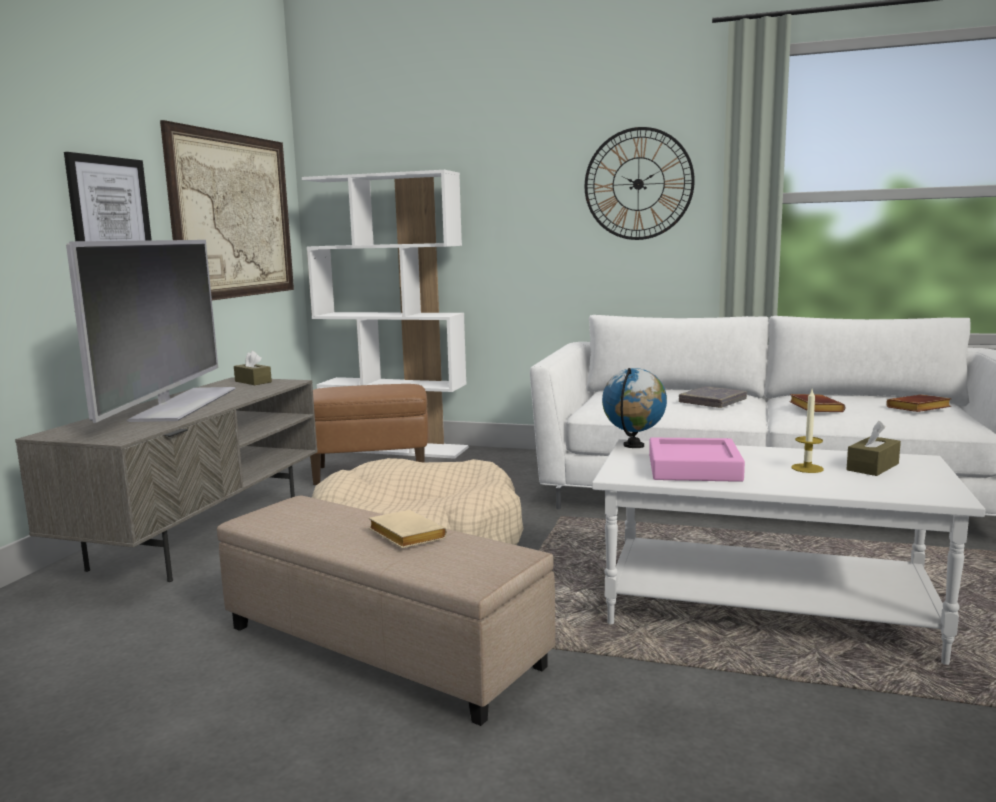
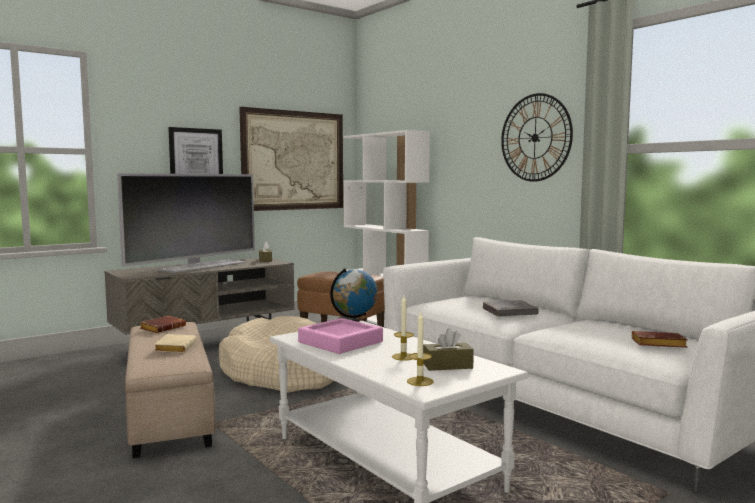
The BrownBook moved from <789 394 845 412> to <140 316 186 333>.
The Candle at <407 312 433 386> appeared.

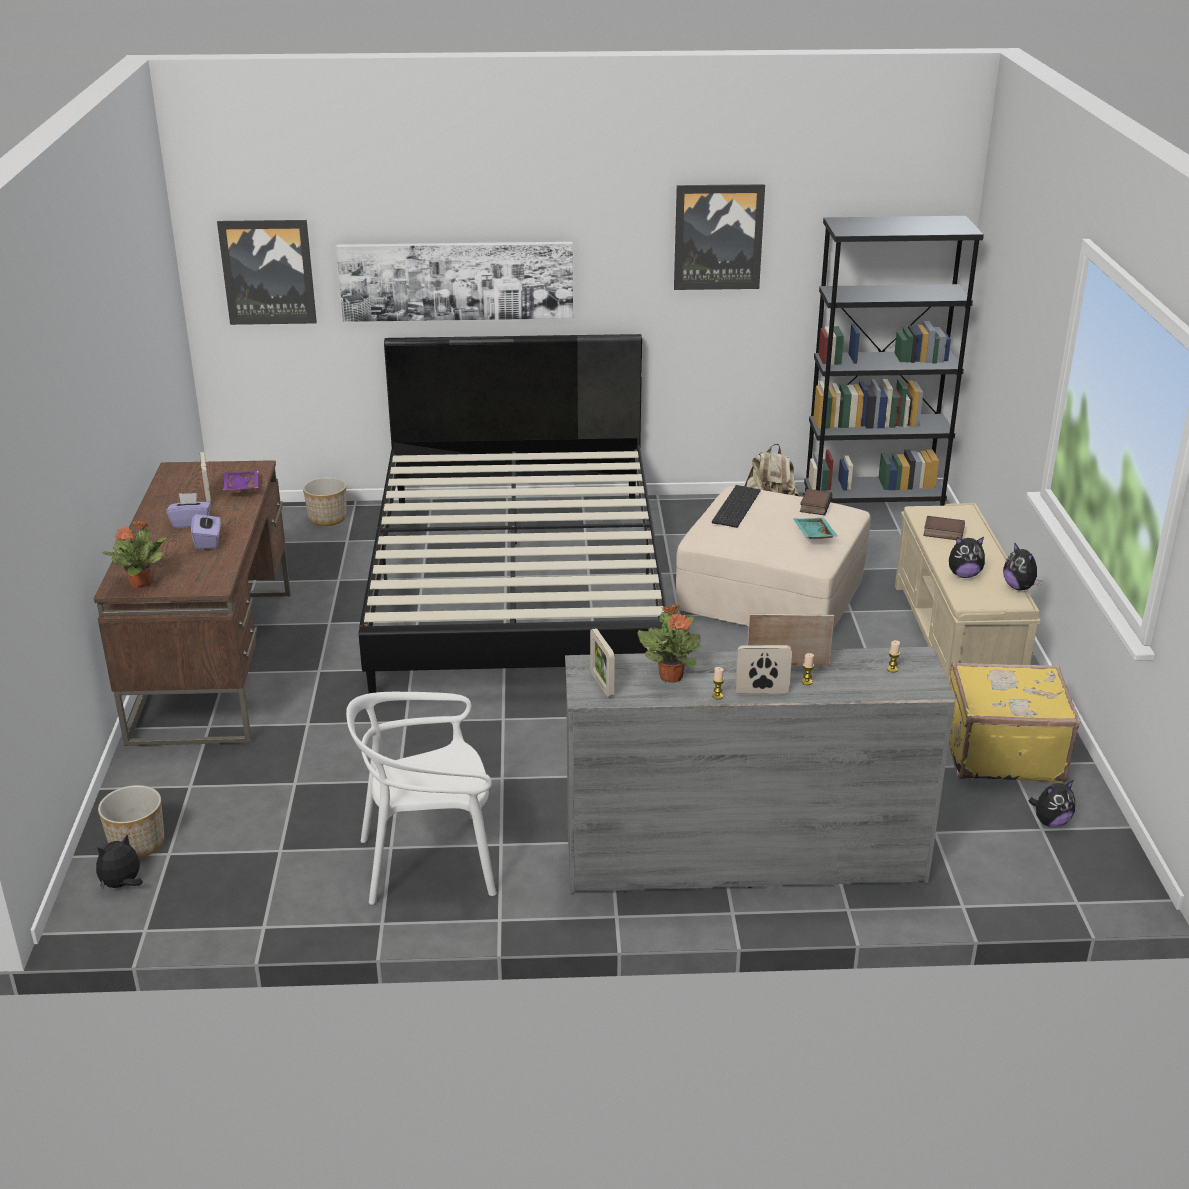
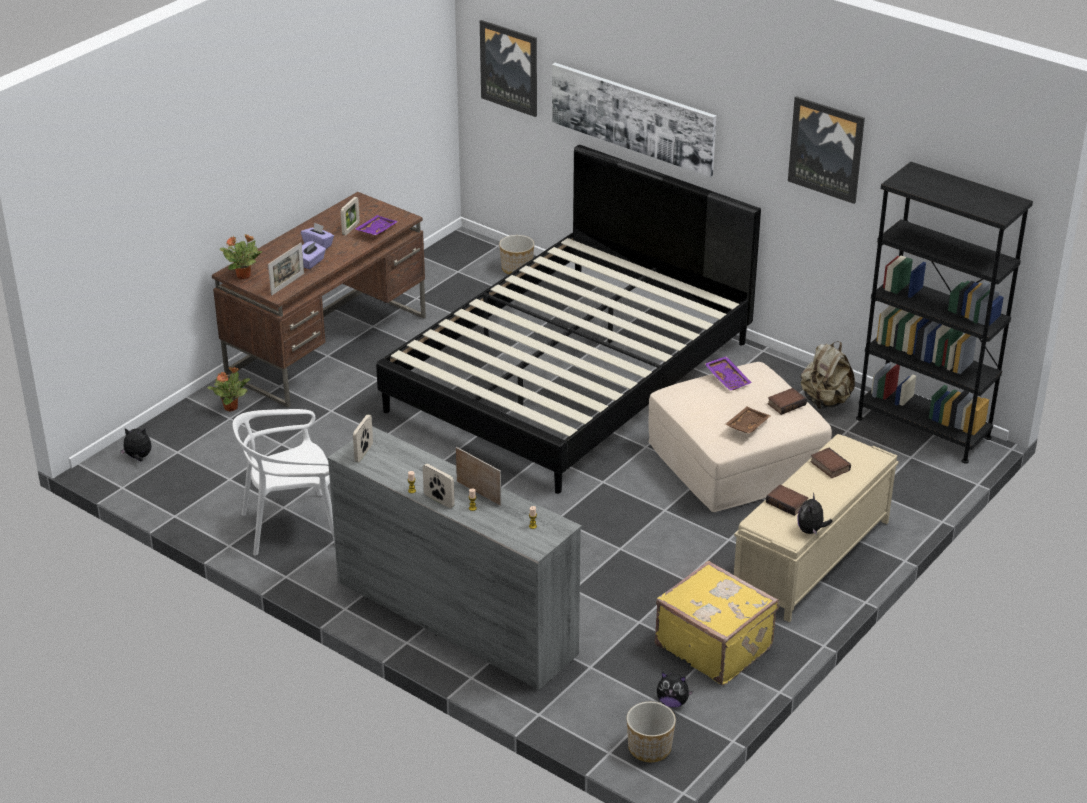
The Keyboard at <712 485 761 528> was replaced by the PurpleTray at <705 356 752 391>.
The TurquoiseTray at <793 518 838 539> became the BrownTray at <725 407 770 434>.
The PlushToy at <949 537 985 578> was replaced by the Book at <766 485 808 516>.
The PottedPlant moved from <638 605 701 683> to <207 367 250 412>.
The WhiteChair at <346 692 497 905> turned 45 degrees counterclockwise.
The Planter moved from <98 785 164 859> to <627 702 676 762>.
The PictureFrame at <268 243 304 296> appeared.

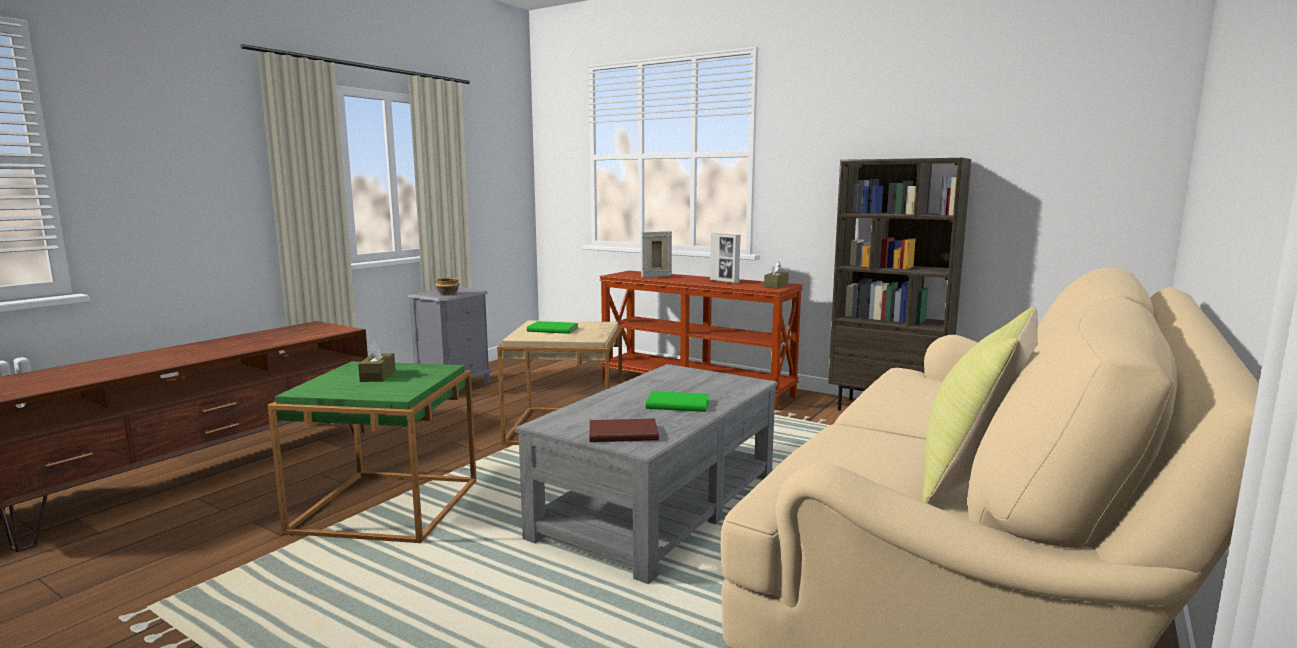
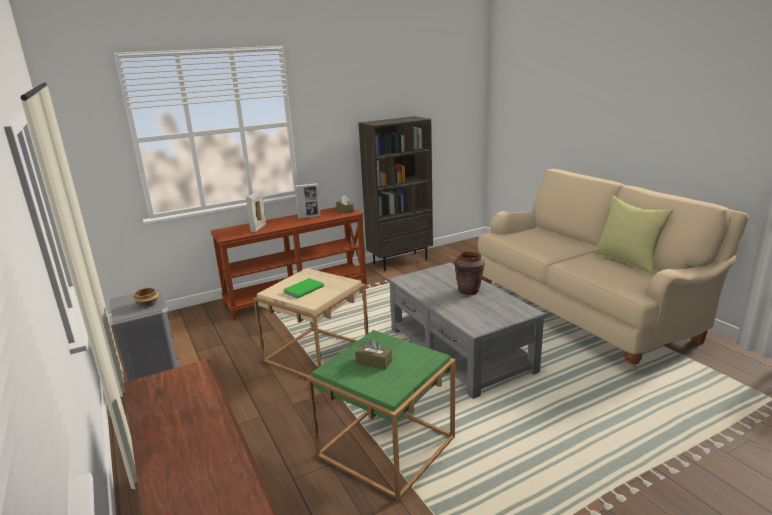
The GreenBook at <646 391 709 412> was replaced by the BrownVase at <455 251 485 295>.
The BrownBook at <590 418 659 442> disappeared.

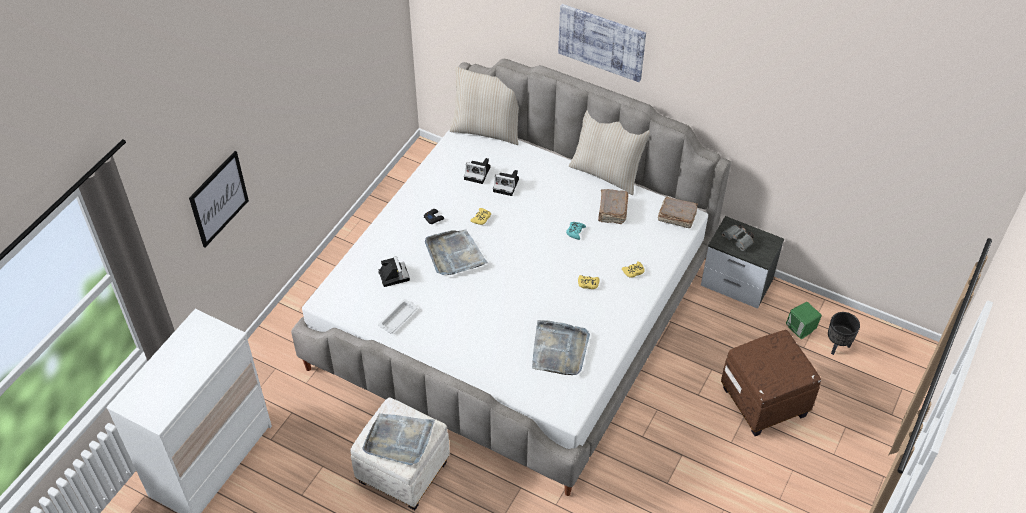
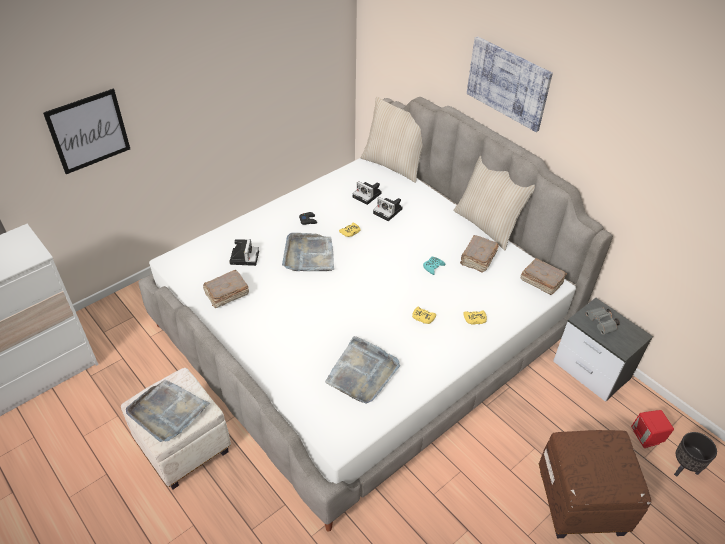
The WhiteTray at <378 299 418 334> was replaced by the BrownBook at <203 270 249 308>.
The GreenSpeaker at <786 302 822 339> became the RedSpeaker at <631 410 674 448>.

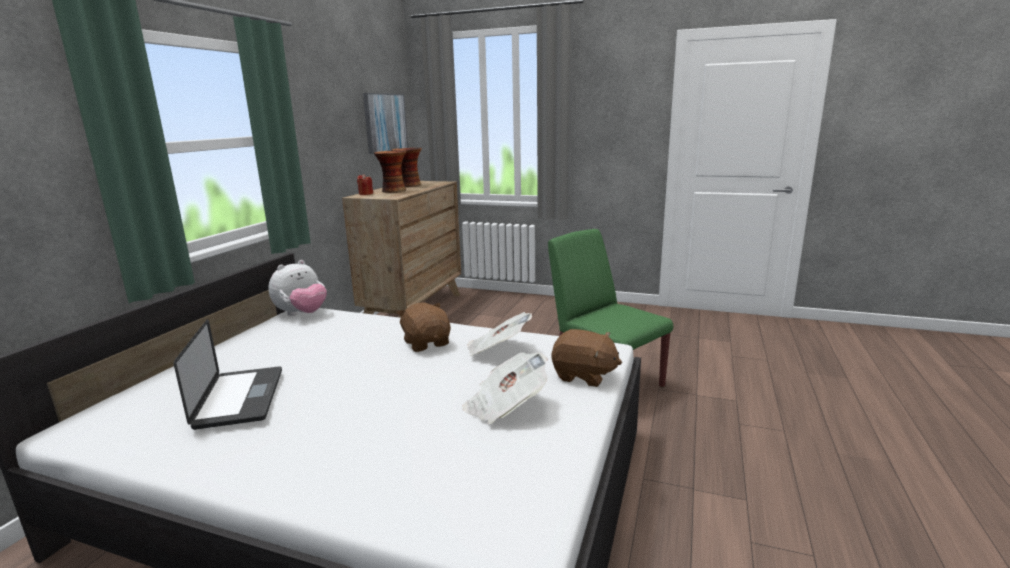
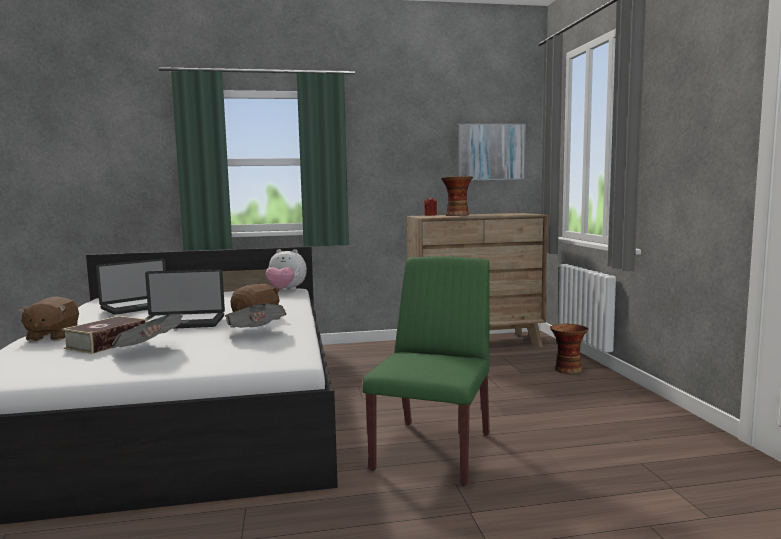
The Vase moved from <392 148 422 187> to <550 324 588 374>.
The BrownPlushToy moved from <552 329 622 387> to <18 297 79 341>.
The Laptop at <145 269 225 329> appeared.
The Book at <62 316 147 354> appeared.

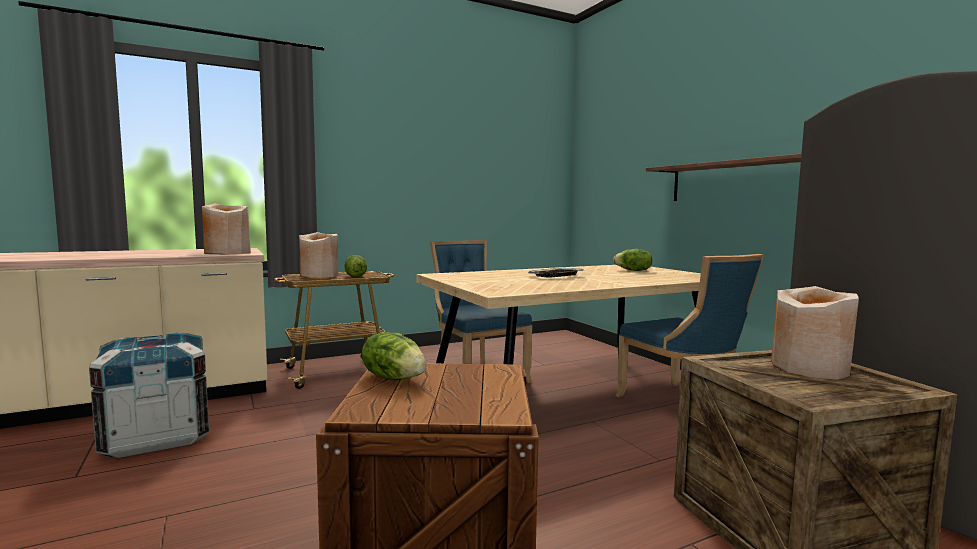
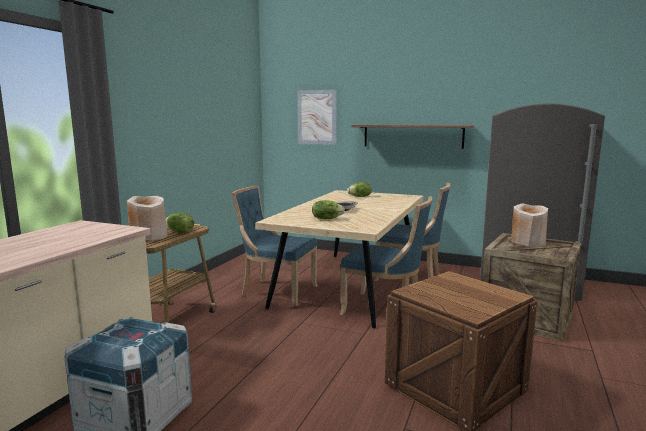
The BeigeVase at <202 203 251 254> disappeared.
The Lettuce moved from <362 332 427 380> to <312 200 345 219>.
The Picture at <297 90 337 145> appeared.
The BlueChair at <339 196 432 315> appeared.

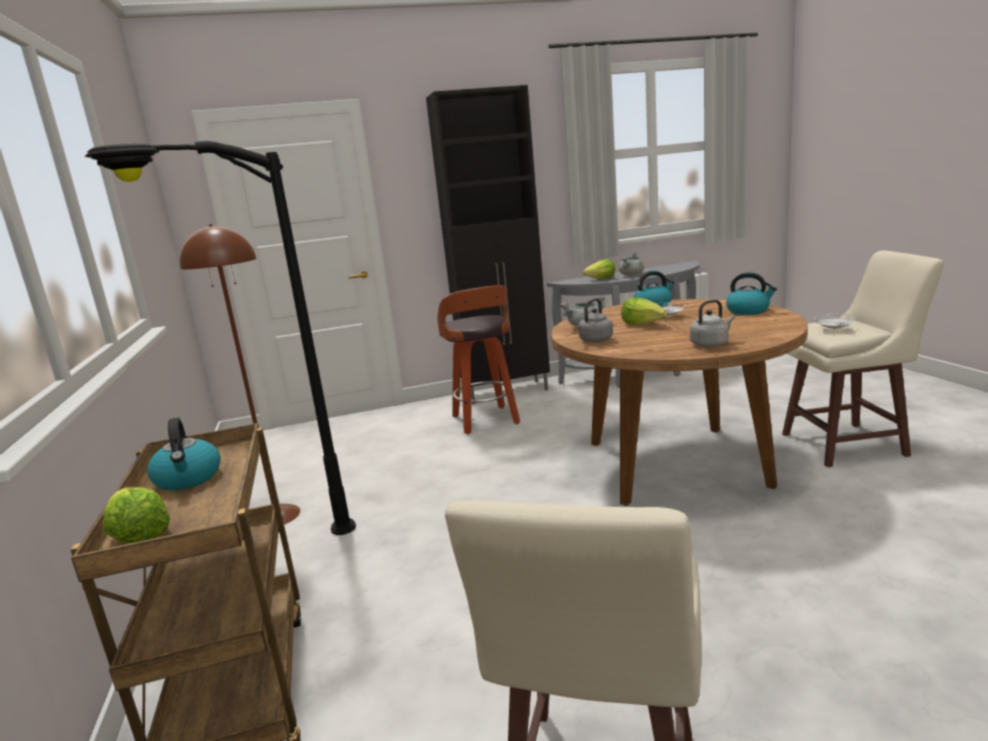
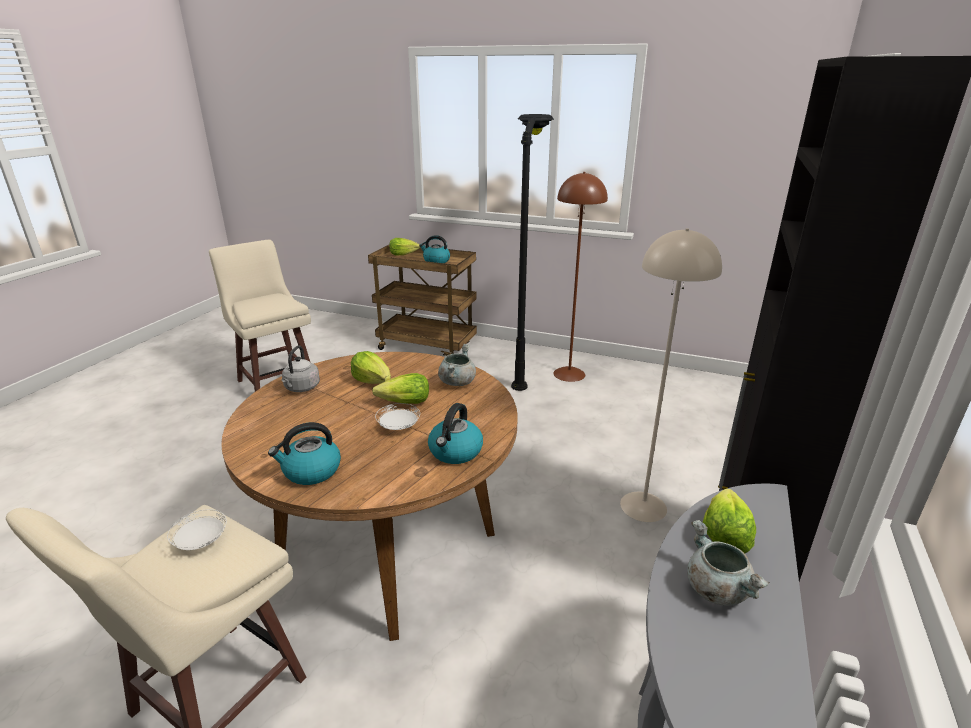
The Stool at <438 285 520 434> was replaced by the BeigeFloorLamp at <620 228 722 522>.
The GreyKettle at <575 298 613 343> disappeared.
The Lettuce at <351 351 391 384> appeared.

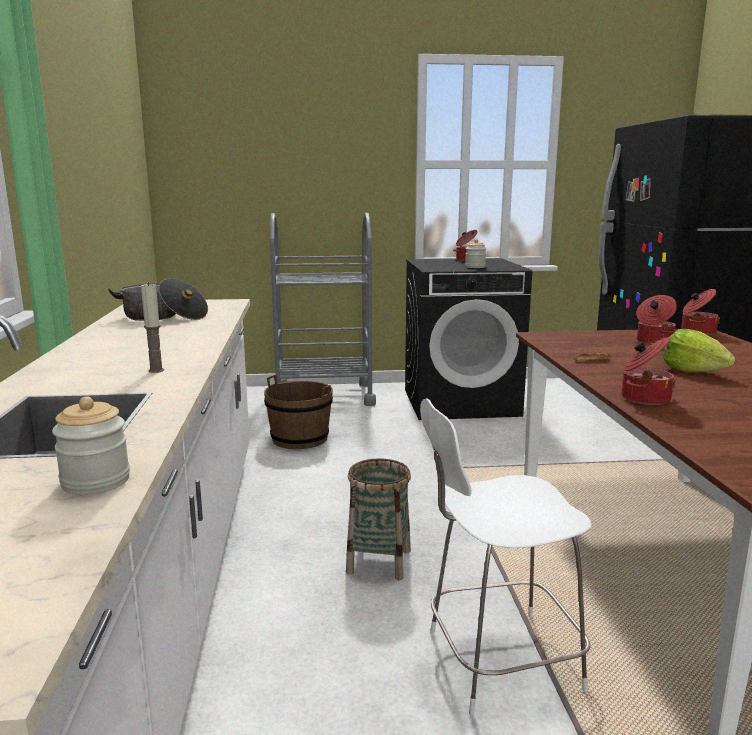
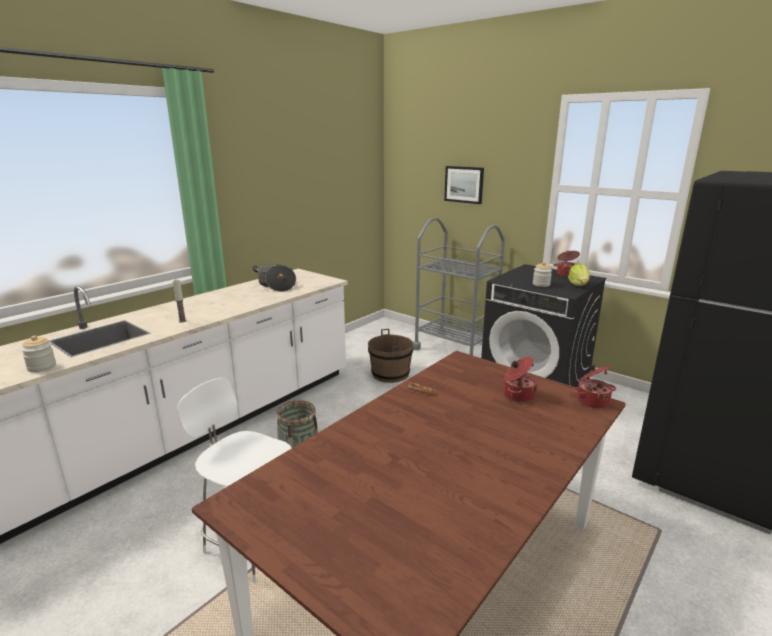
The Lettuce moved from <663 329 735 373> to <568 263 590 286>.
The CookingPot at <621 337 676 405> disappeared.
The Picture at <444 166 484 204> appeared.

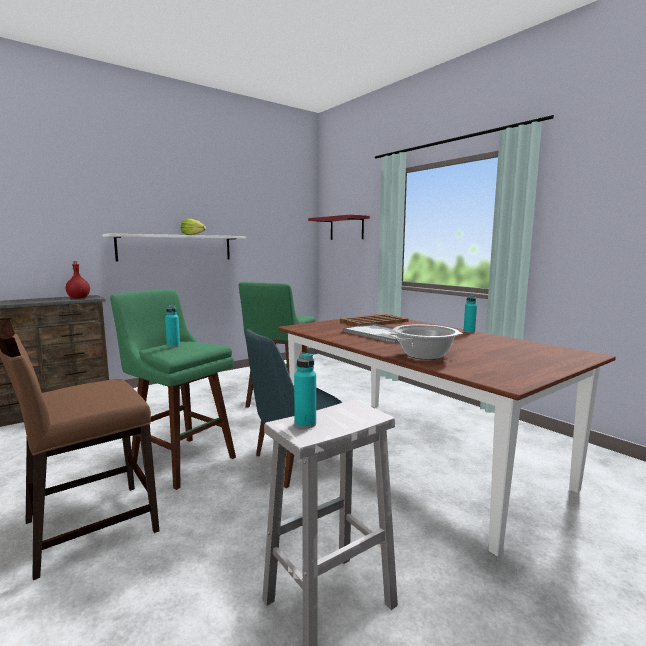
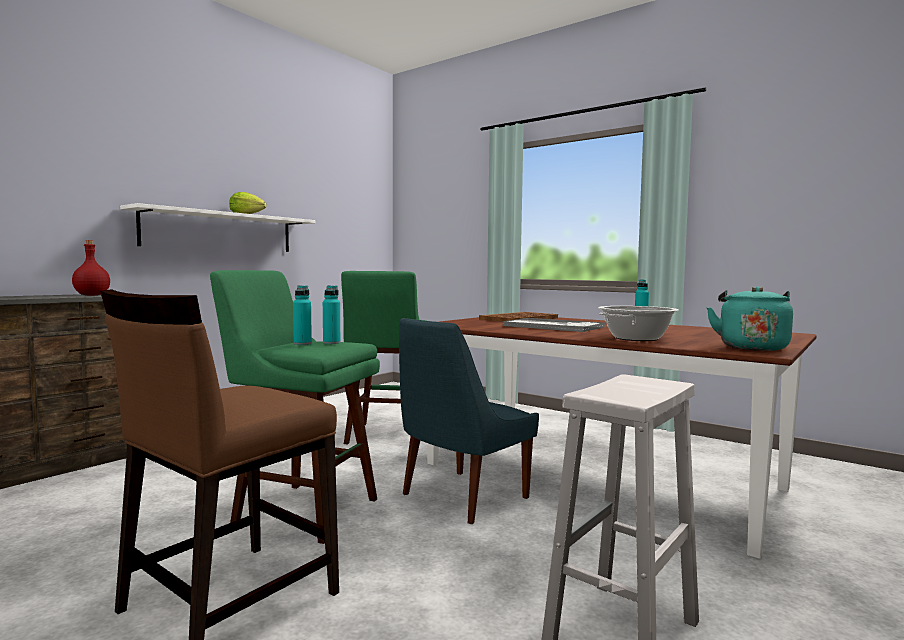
The RedShelf at <308 214 370 240> disappeared.
The TurquoiseBottle moved from <294 353 316 428> to <323 285 340 344>.
The TurquoiseKettle at <706 287 793 351> appeared.

